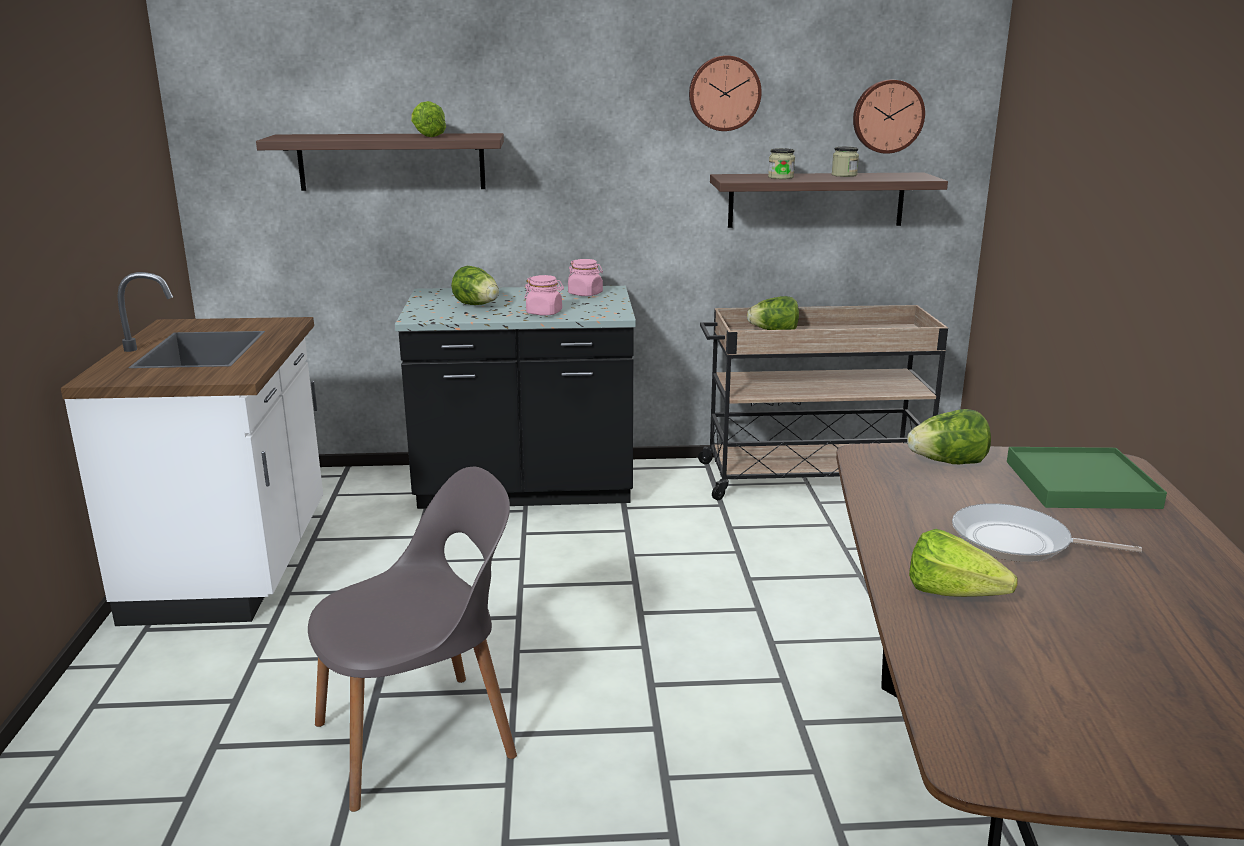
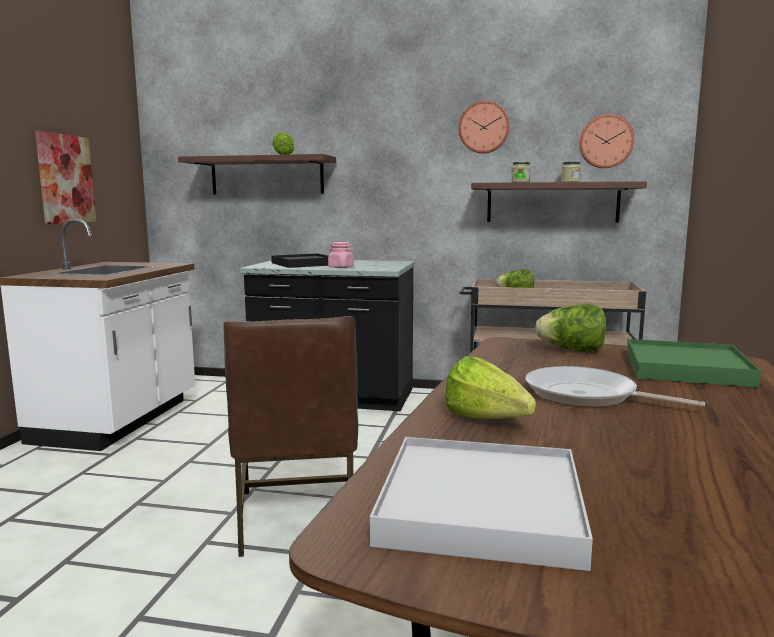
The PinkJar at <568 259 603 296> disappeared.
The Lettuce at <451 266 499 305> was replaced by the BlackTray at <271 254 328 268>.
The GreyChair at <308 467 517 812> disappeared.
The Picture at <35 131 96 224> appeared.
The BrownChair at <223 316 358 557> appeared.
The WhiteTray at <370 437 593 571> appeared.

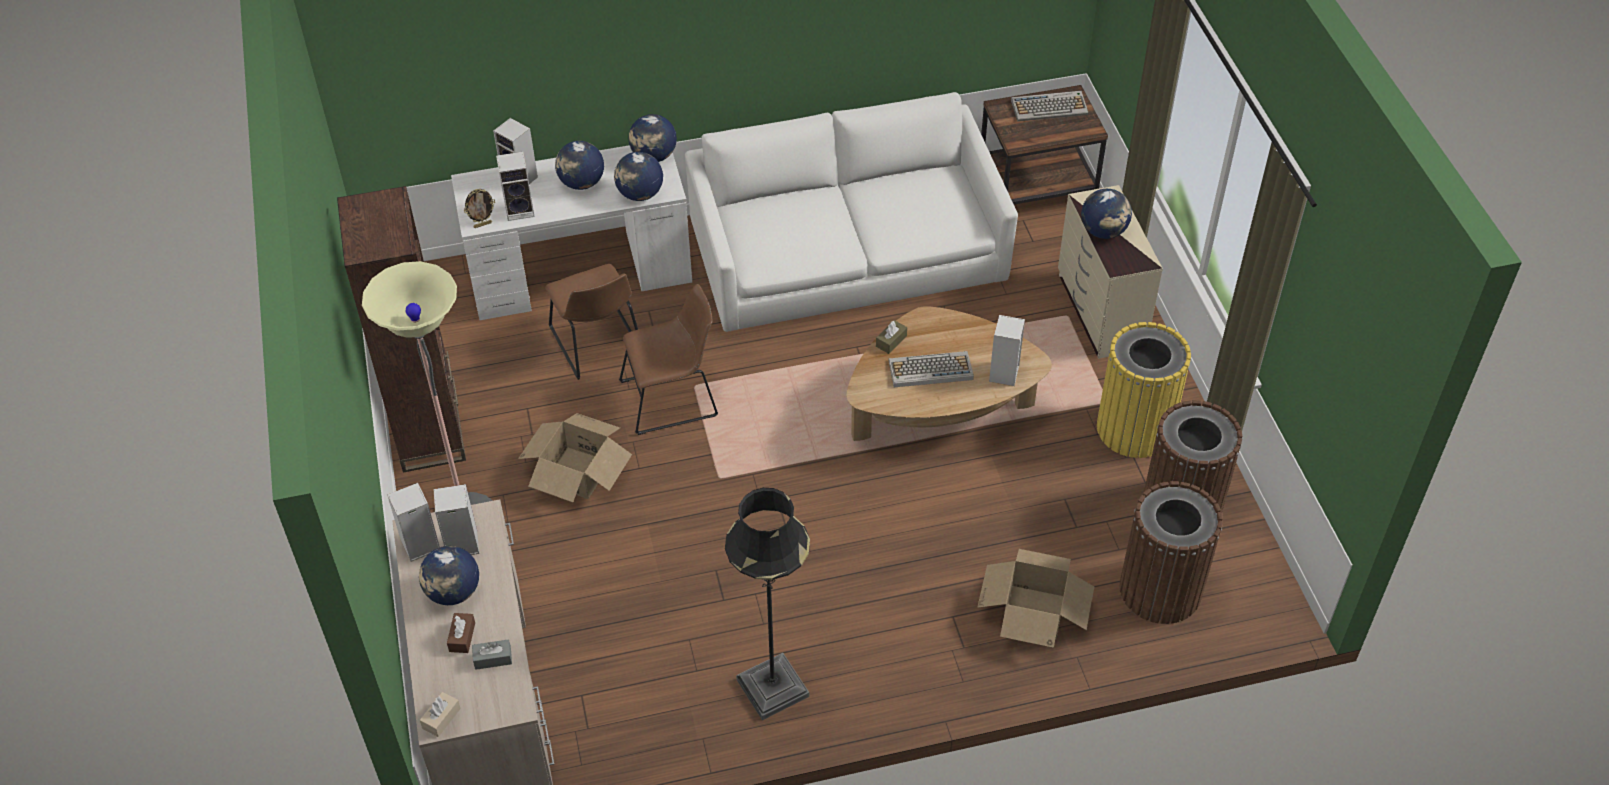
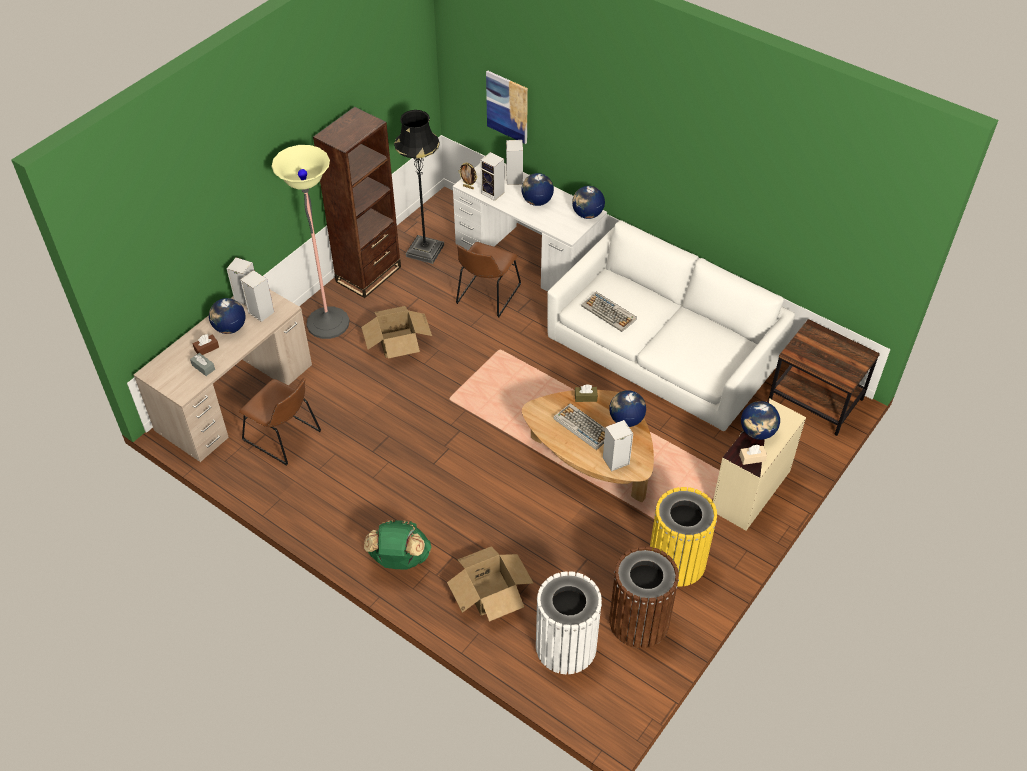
The Keyboard moved from <1011 91 1088 122> to <581 292 637 332>.
The Globe moved from <614 152 663 201> to <609 390 646 427>.
The BrownChair moved from <619 284 718 435> to <239 378 321 466>.
The BrownTrashCan at <1119 481 1223 624> became the WhiteTrashCan at <536 571 602 674>.
The BlackFloorLamp moved from <725 488 810 720> to <394 110 444 264>.
The BeigeTissueBox moved from <420 692 461 737> to <739 445 767 465>.
The Picture at <486 70 528 144> appeared.
The GreenBackpack at <364 520 431 570> appeared.

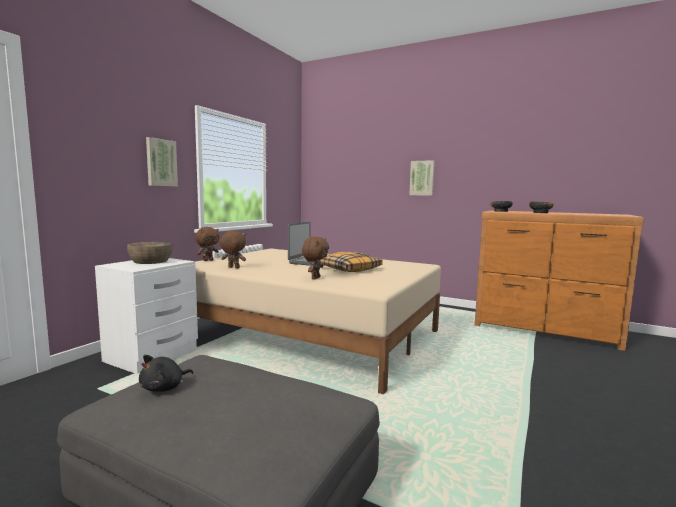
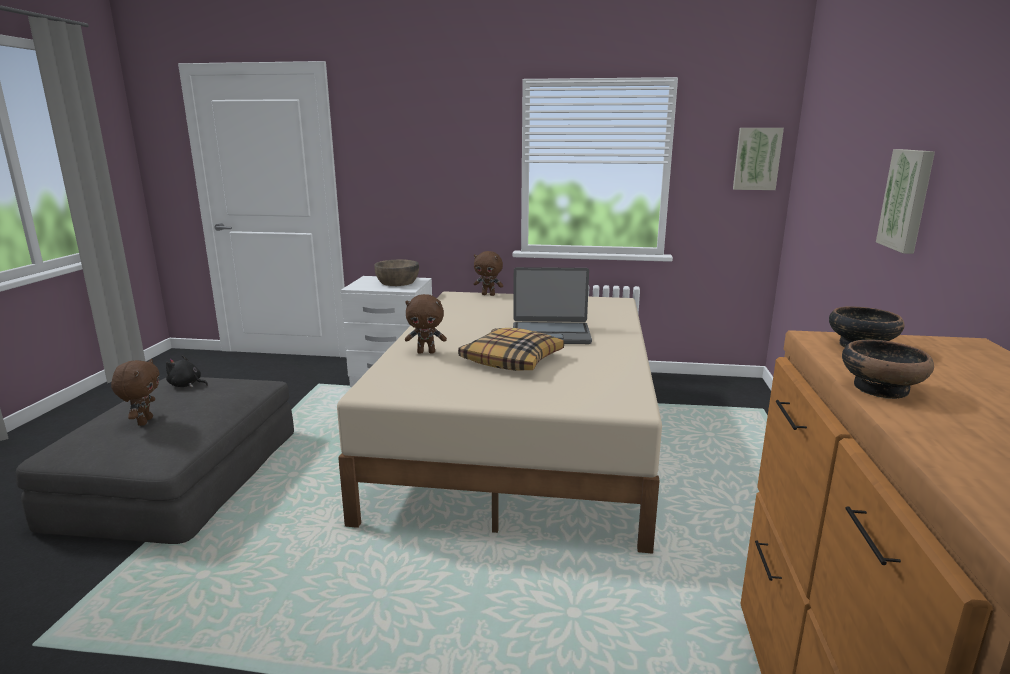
The Picture moved from <146 137 178 187> to <733 128 784 190>.
The BrownPlushToy moved from <220 231 246 268> to <111 359 160 426>.

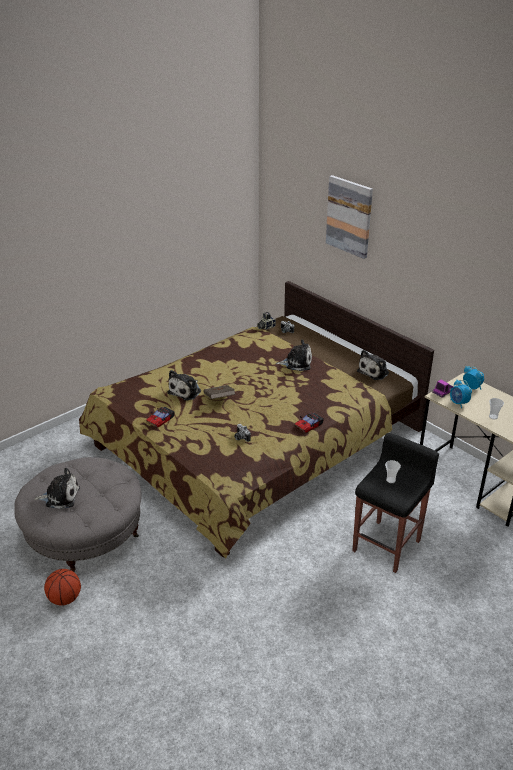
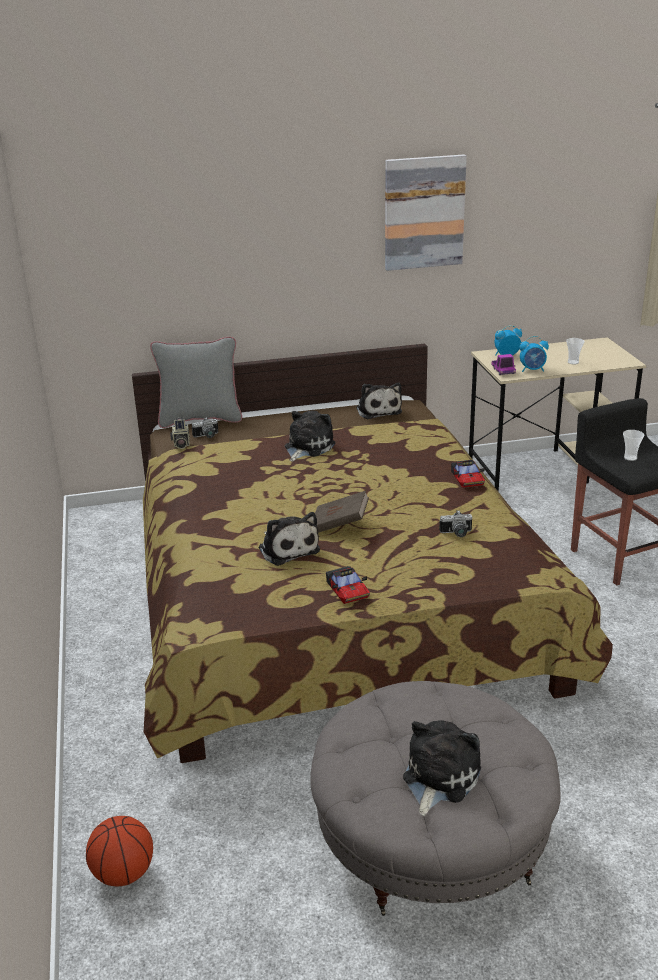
The Picture moved from <326 175 373 259> to <385 154 467 271>.
The Basketball moved from <44 569 81 606> to <86 816 153 886>.
The GreyPillow at <150 337 242 428> appeared.

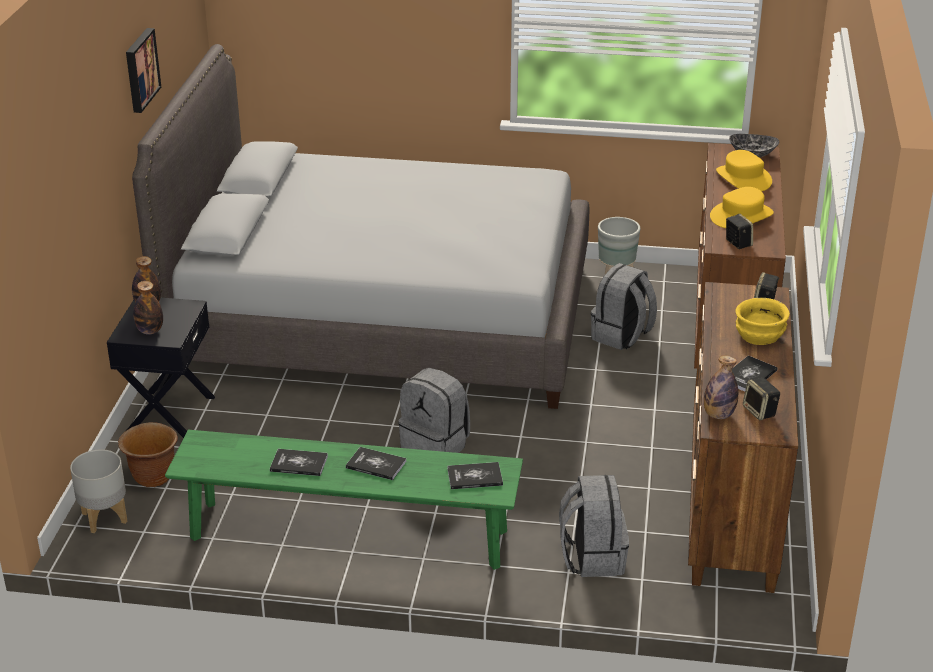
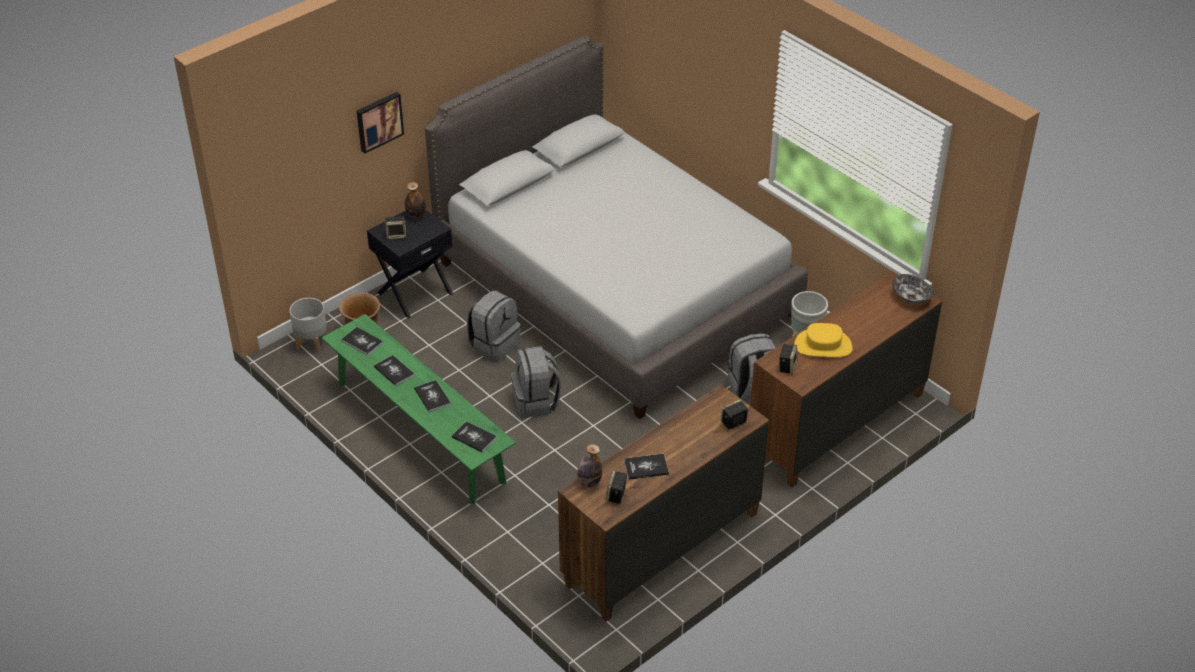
The Picture moved from <126 28 161 113> to <357 92 404 153>.
The YellowHat at <716 150 772 191> disappeared.
The Bottle at <133 281 163 335> was replaced by the Speaker at <385 216 407 239>.
The YellowBowl at <735 298 790 345> disappeared.
The GreyBackpack moved from <559 475 629 577> to <467 290 521 362>.
The Book at <341 327 383 356> appeared.

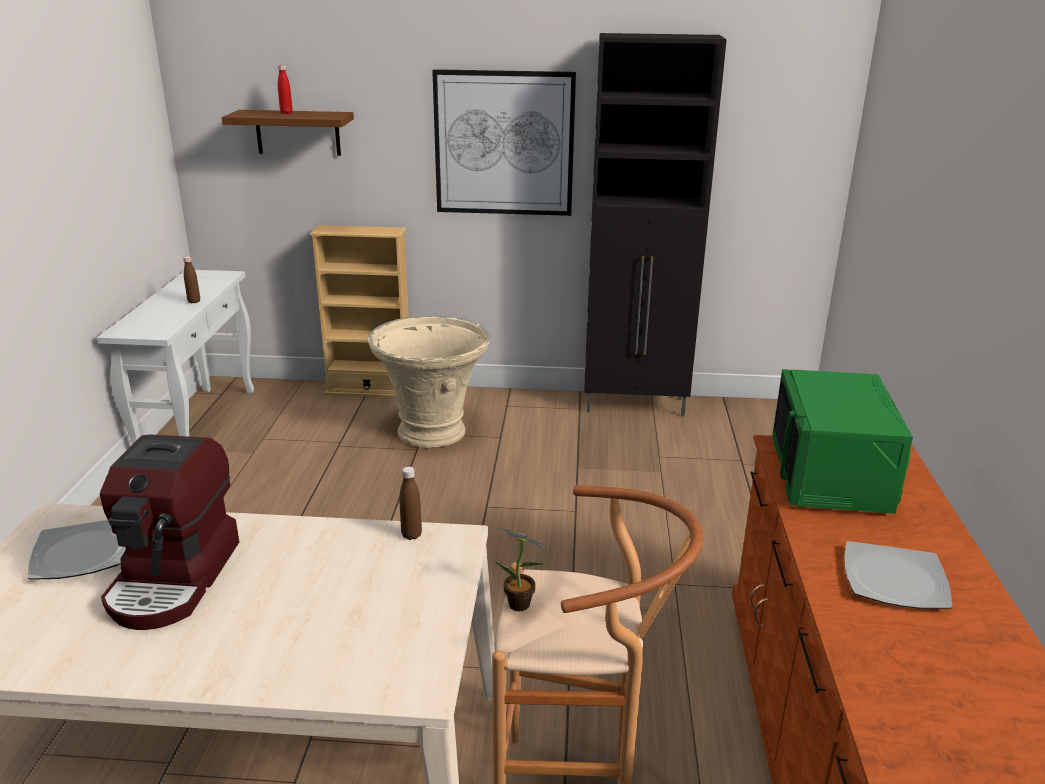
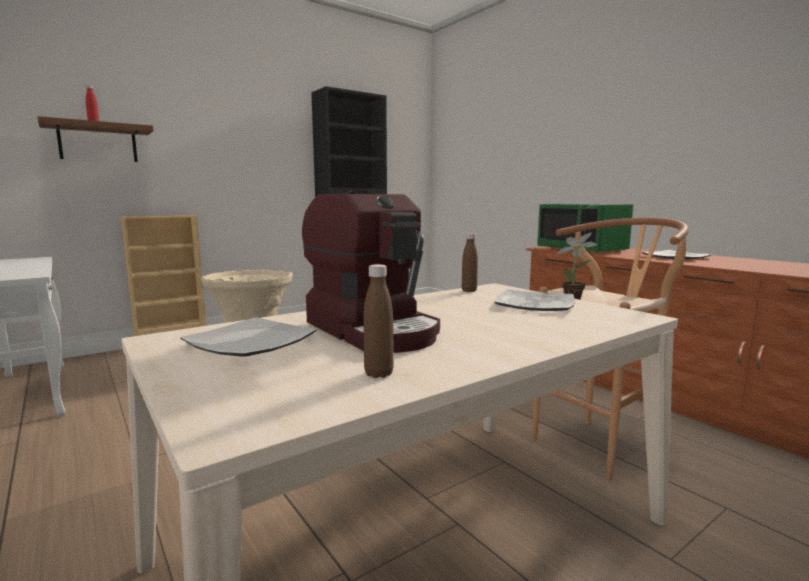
The Picture at <432 69 576 216> disappeared.
The BrownBottle moved from <183 256 200 303> to <363 264 394 378>.
The Plate at <494 289 575 311> appeared.

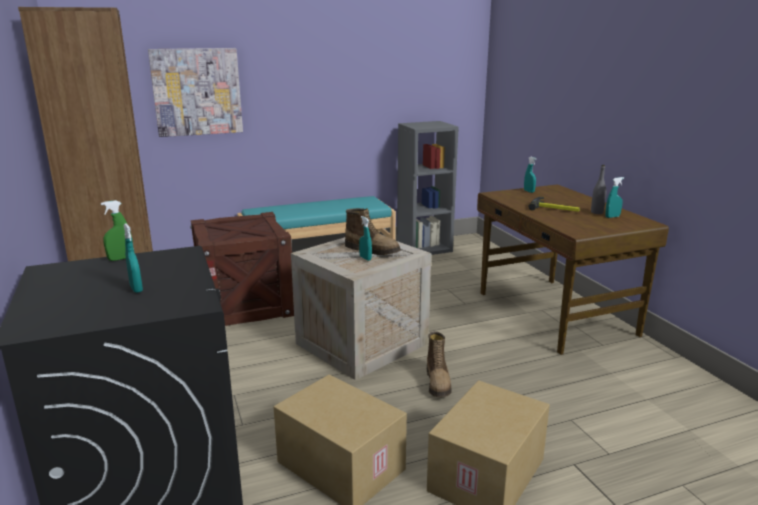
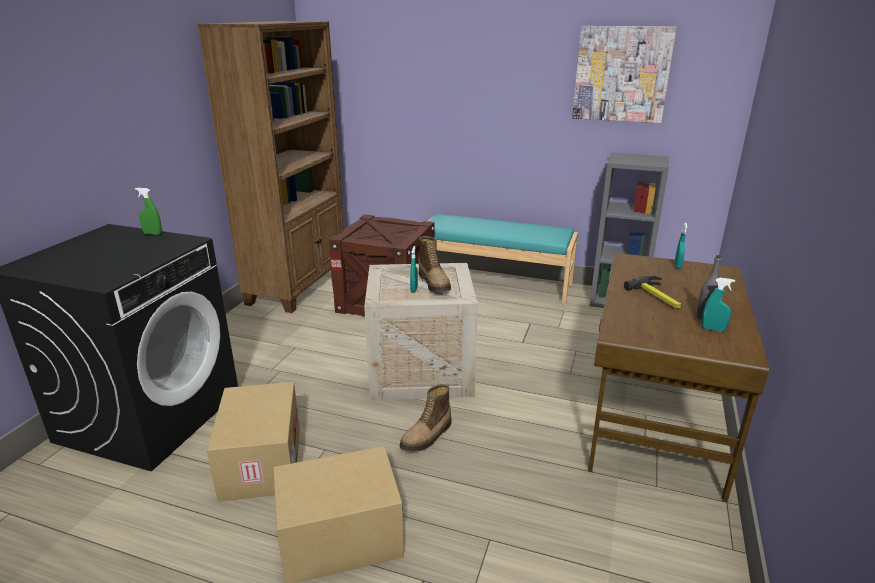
The Picture moved from <148 48 243 137> to <572 26 677 123>.
The TurquoiseSprayBottle at <123 223 143 293> disappeared.

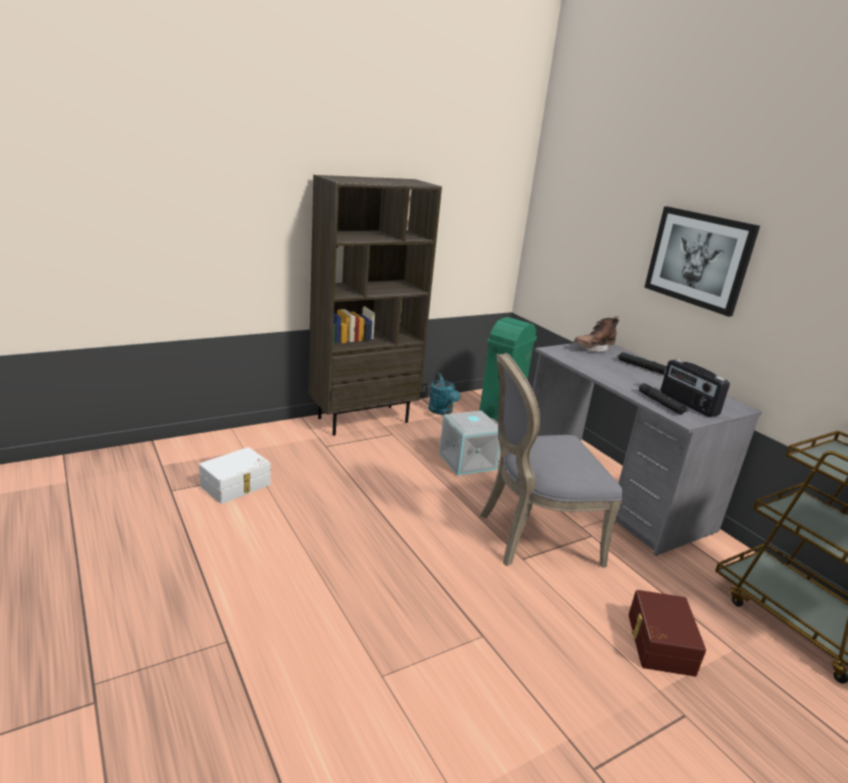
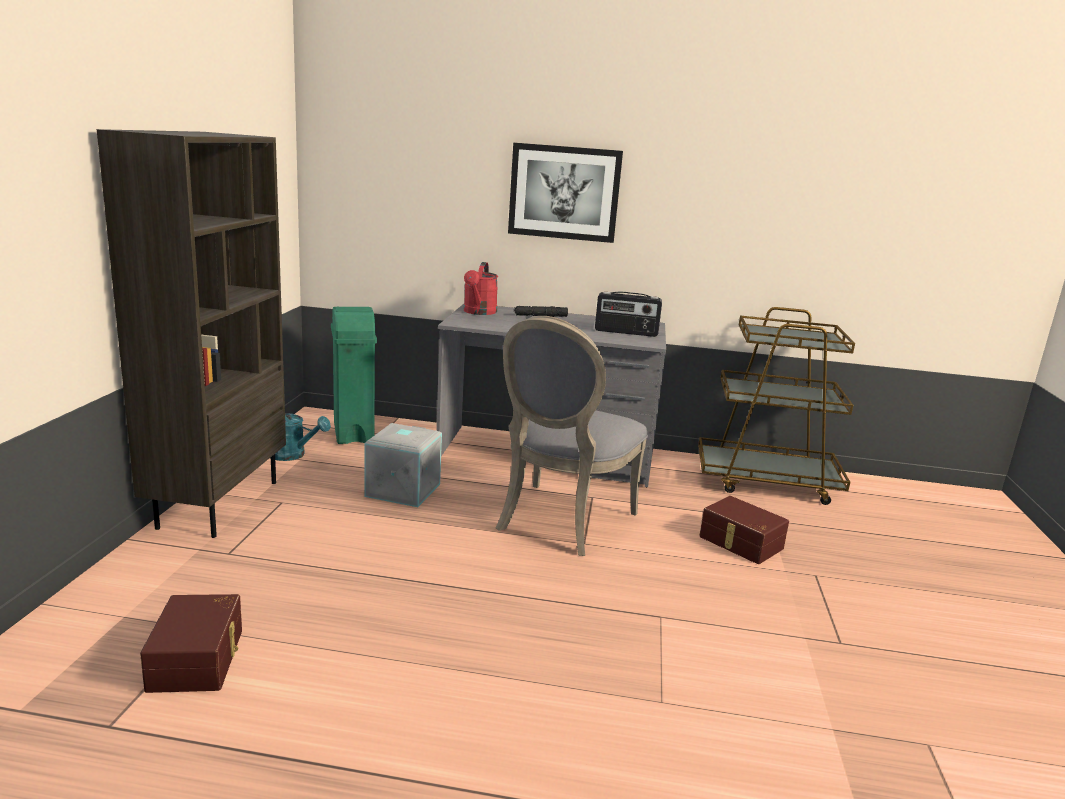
The BrownBoot at <574 316 619 352> was replaced by the RedWateringCan at <464 262 498 315>.
The BlackFlashlight at <639 383 688 415> disappeared.
The WhiteStorageBox at <199 447 271 504> became the BrownStorageBox at <140 594 242 693>.

